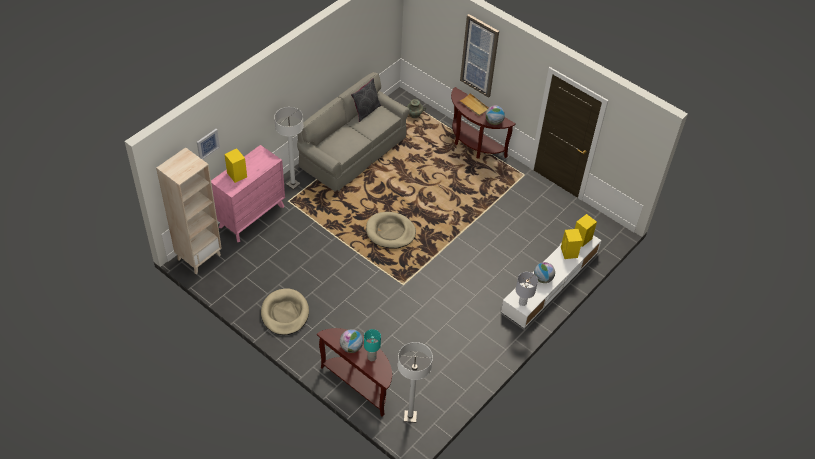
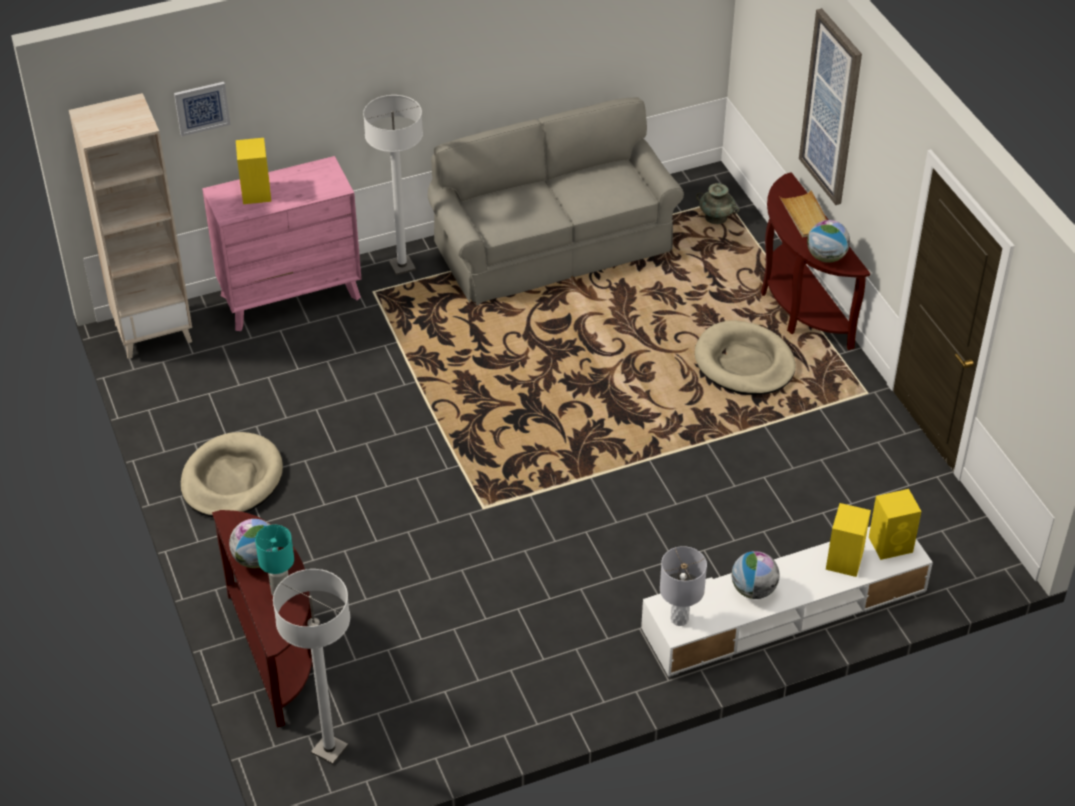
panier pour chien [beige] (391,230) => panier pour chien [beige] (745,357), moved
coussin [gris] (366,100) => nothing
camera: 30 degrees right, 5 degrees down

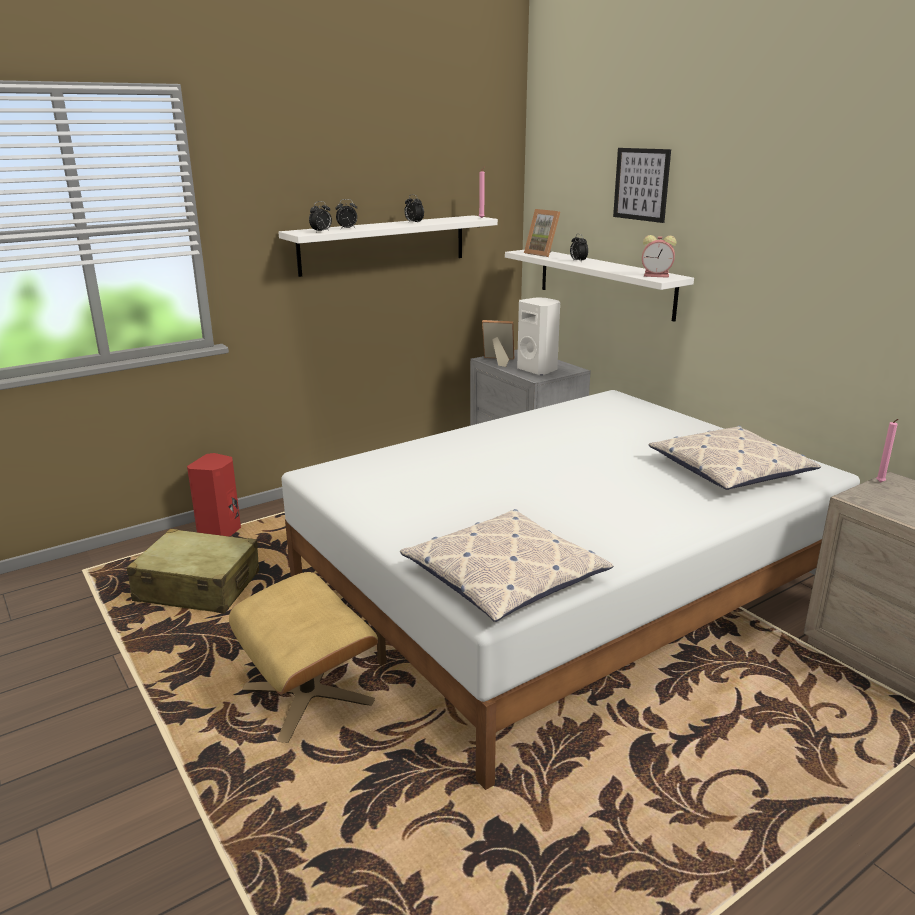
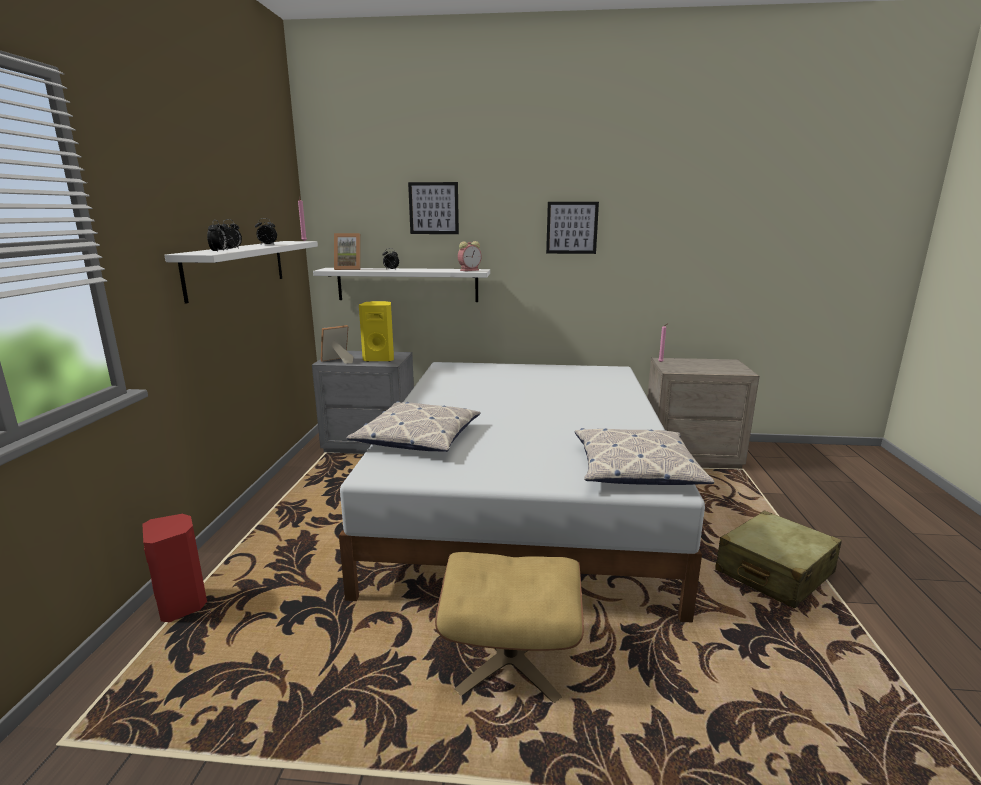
coussin (735,458) => coussin (413,426), moved
enceinte [blanc] (538,336) => enceinte [jaune] (376,331)
nothing => tableau (572,228)
valise [beige] (193,571) => valise [beige] (778,560), moved
camera: 50 degrees left, 5 degrees down

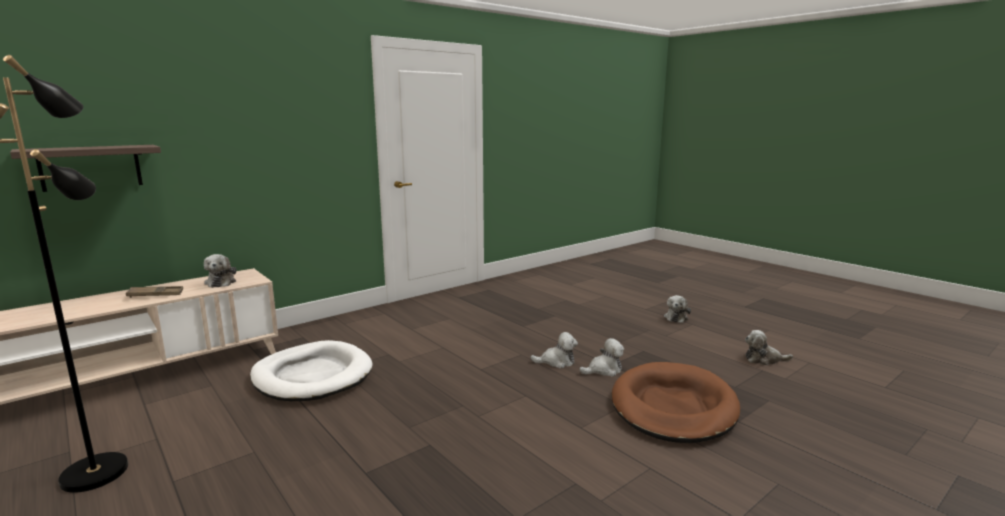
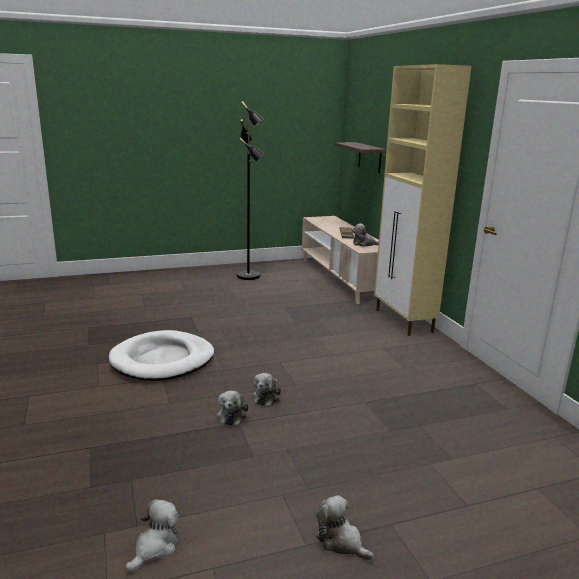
panier pour chien [blanc] (311,370) => panier pour chien [blanc] (161,355), moved
nothing => meuble de rangement [beige] (423,200)
panier pour chien [marron] (676,402) => nothing
camera: 110 degrees right, 5 degrees up

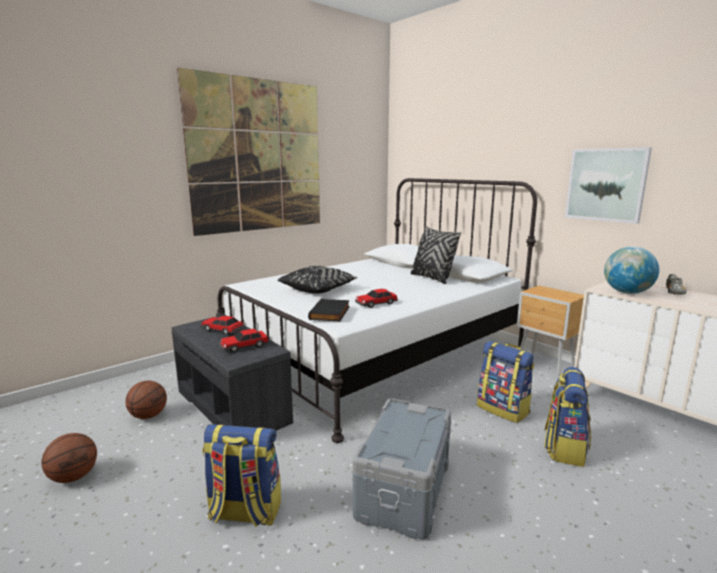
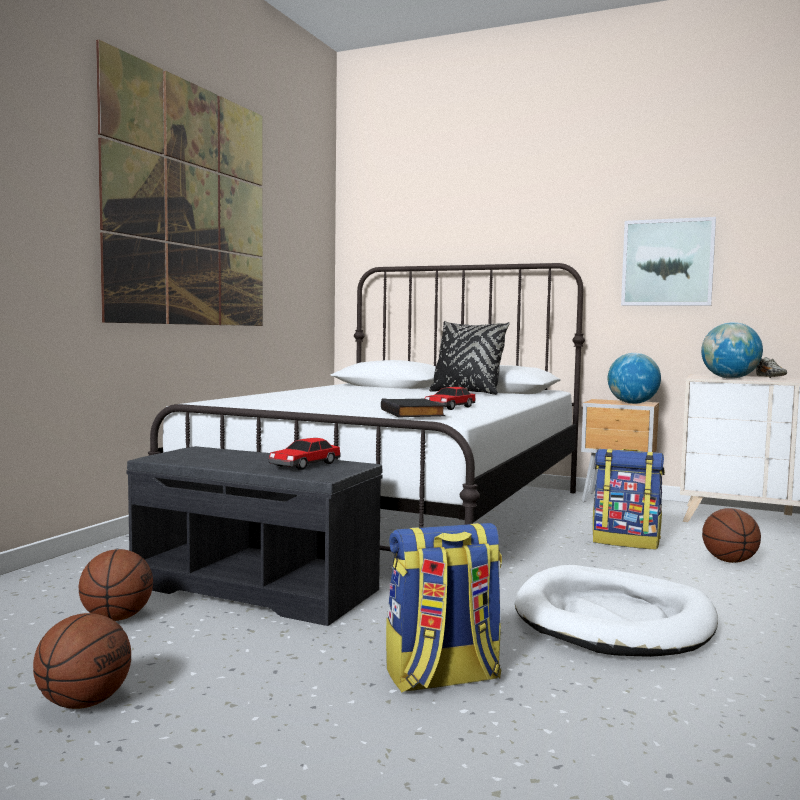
boîte de rangement [gris] (402,469) => panier pour chien [blanc] (616,611)
nothing => globe (634,378)
sac à dos (567,417) => ballon de basket (731,535)
petite voiture (222,325) => nothing
coussin [noir] (317,280) => nothing
camera: 25 degrees left, 10 degrees down

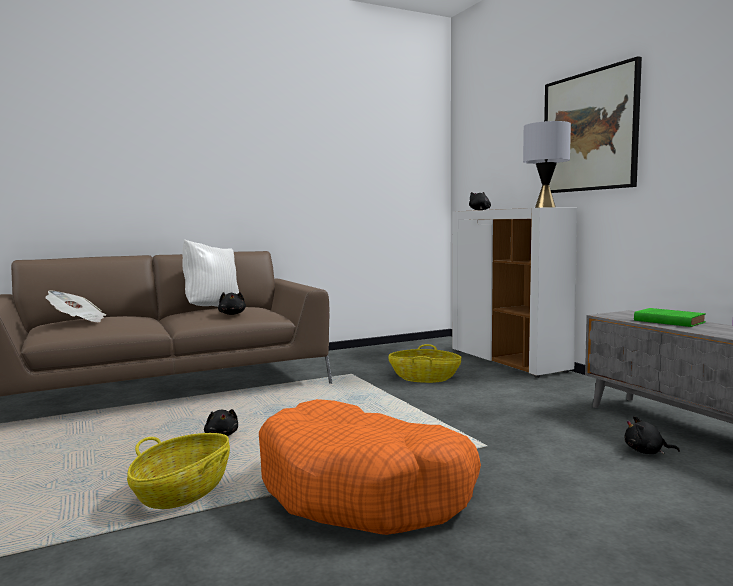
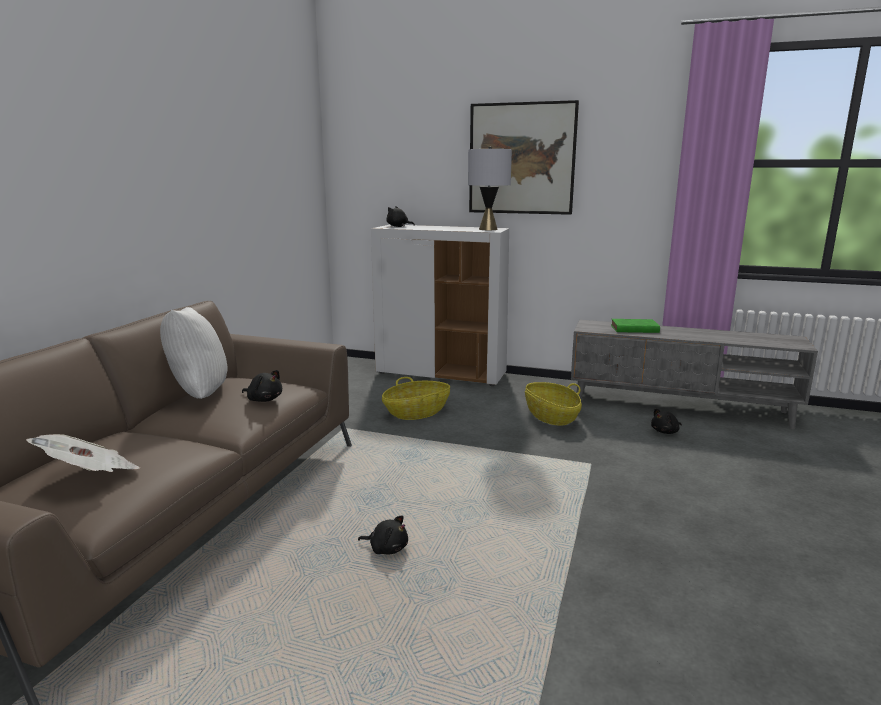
panier (178,471) => panier (553,403), moved
panier pour chien [orange] (370,467) => nothing
camera: 45 degrees left, 10 degrees up

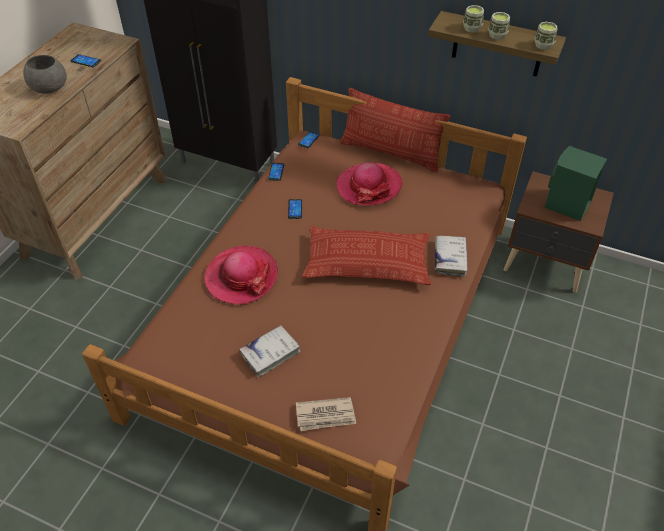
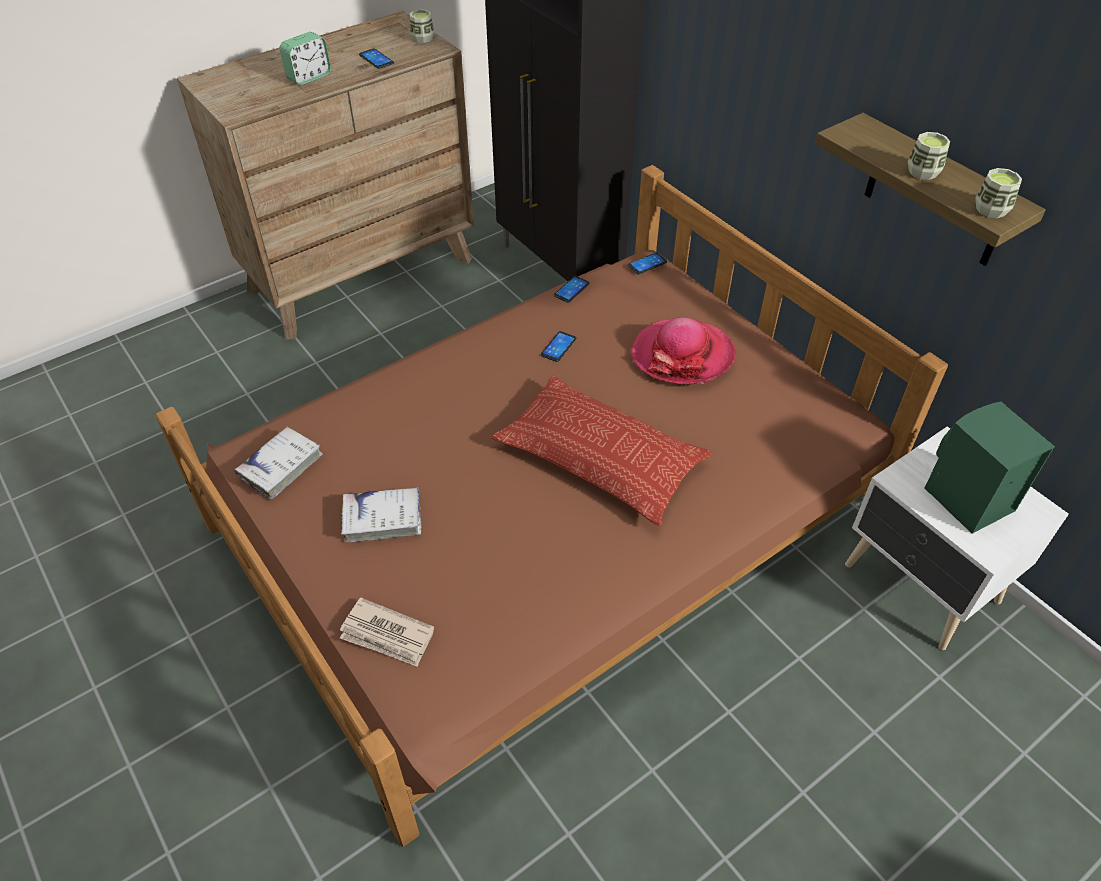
livre [blanc] (451,256) => livre [blanc] (279,463), moved
bol [gris] (45,74) => réveil (305,58)
tasse (473,19) => tasse (422,26), moved
table de chevet [marron] (558,232) => table de chevet [blanc] (957,538)
chapeau (241,275) => nothing
coussin (395,130) => nothing
camera: 30 degrees right, 0 degrees up

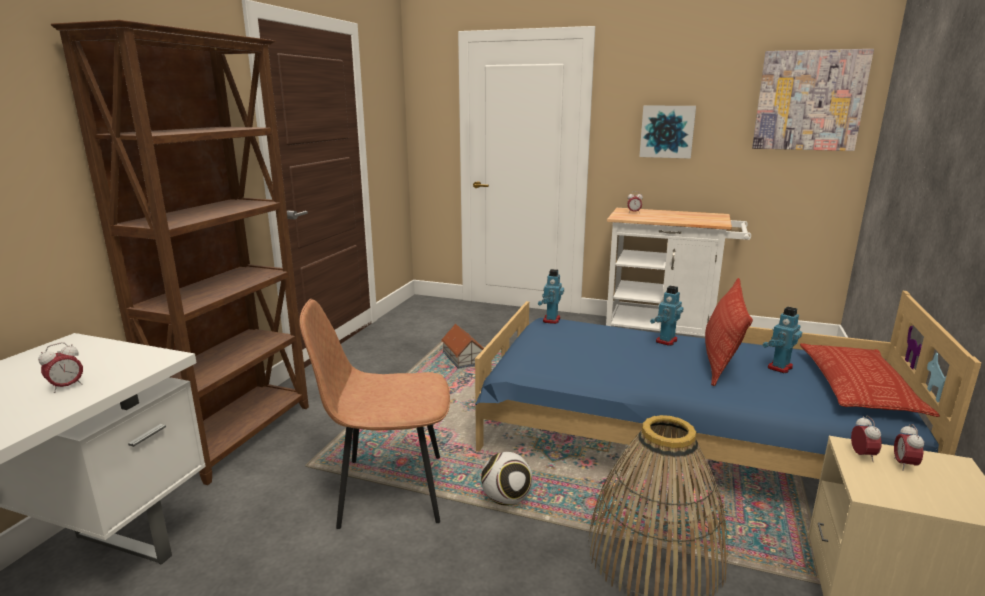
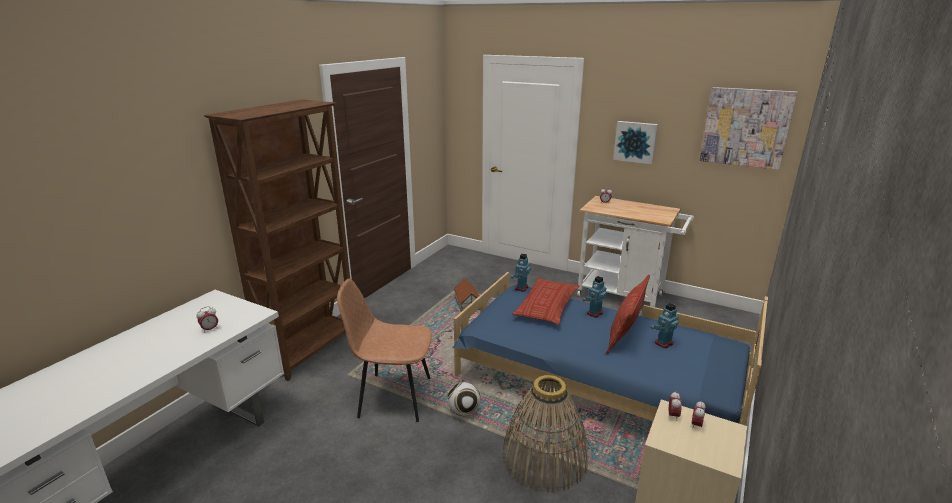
coussin (870,380) => coussin (546,301), moved
camera: 10 degrees right, 5 degrees up

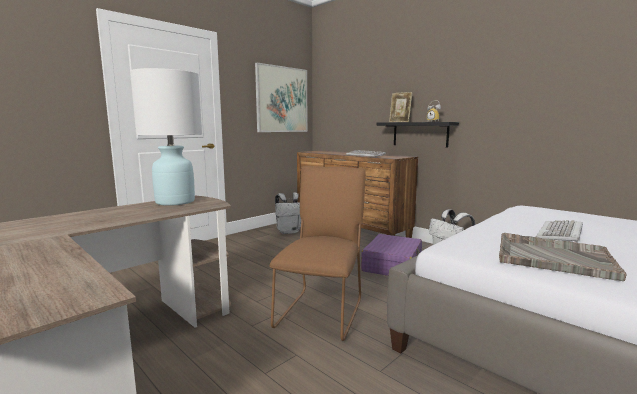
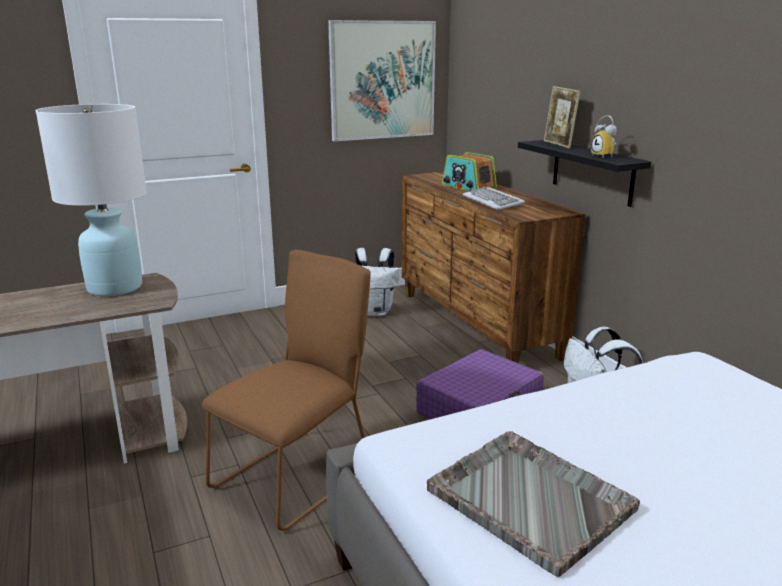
nothing => radio (469,171)
clavier (559,231) => nothing
camera: 20 degrees right, 10 degrees up

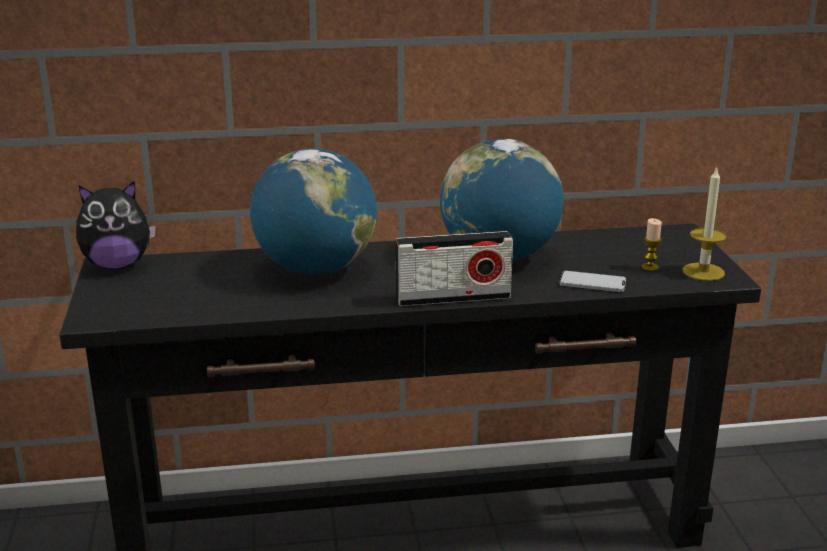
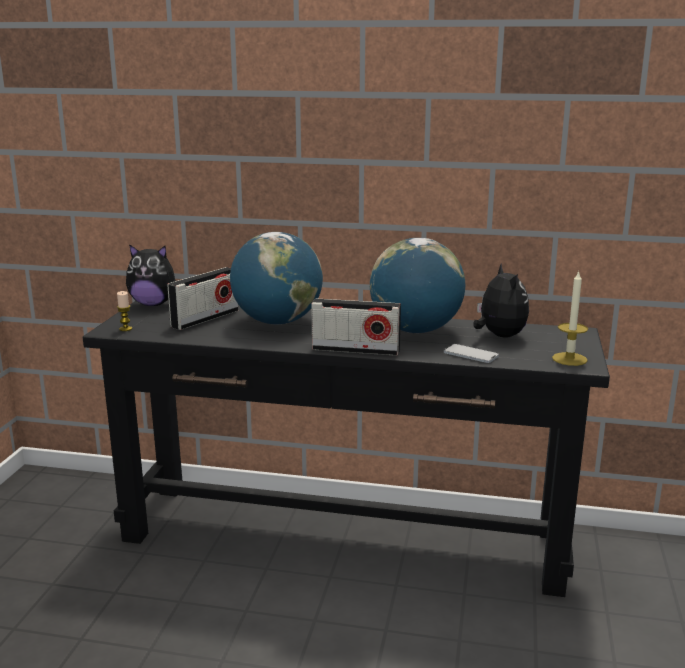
bougie (652,244) => bougie (124,311), moved
nothing => radio (202,298)
nothing => peluche (501,300)
camera: 20 degrees right, 5 degrees down

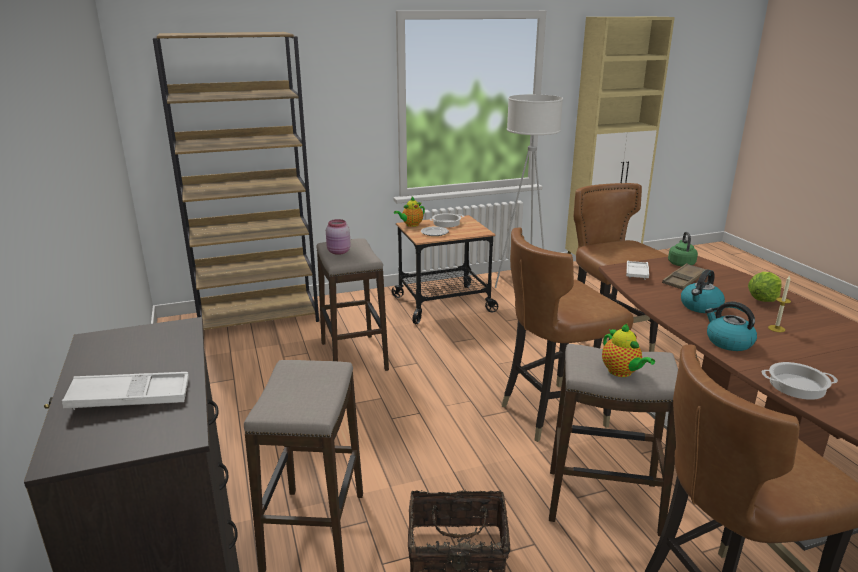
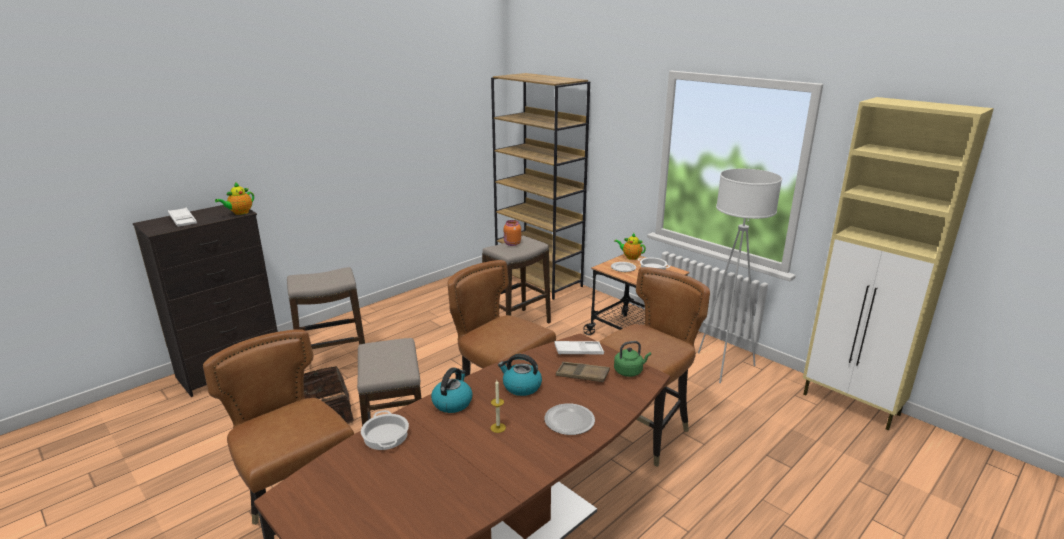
théière (628,350) => théière (234,198), moved
bocal [rose] (338,237) => bocal [orange] (512,233)
laitue (765,287) => assiette (569,419)
camera: 65 degrees right, 0 degrees up

